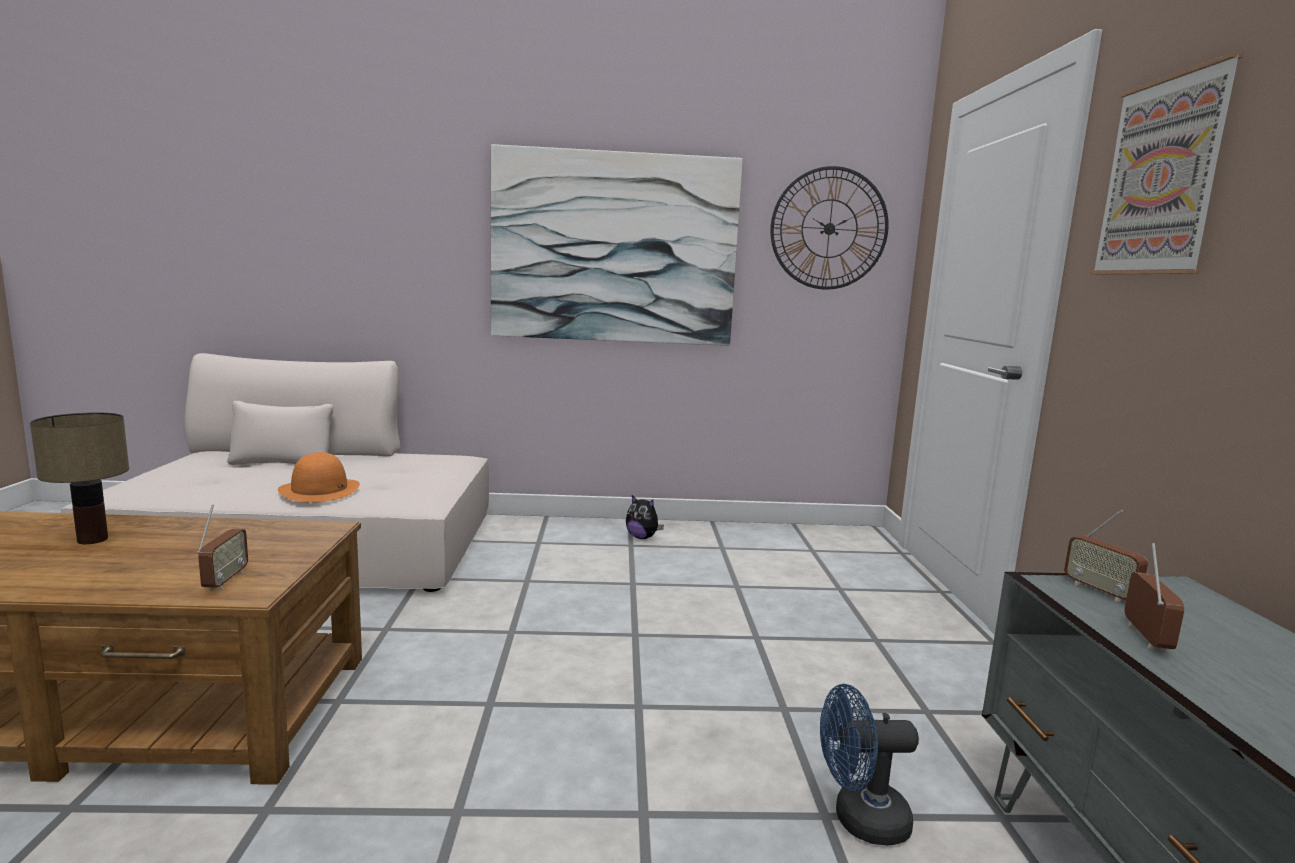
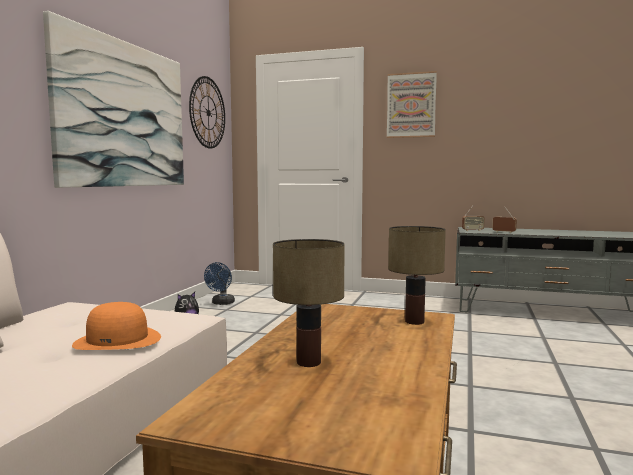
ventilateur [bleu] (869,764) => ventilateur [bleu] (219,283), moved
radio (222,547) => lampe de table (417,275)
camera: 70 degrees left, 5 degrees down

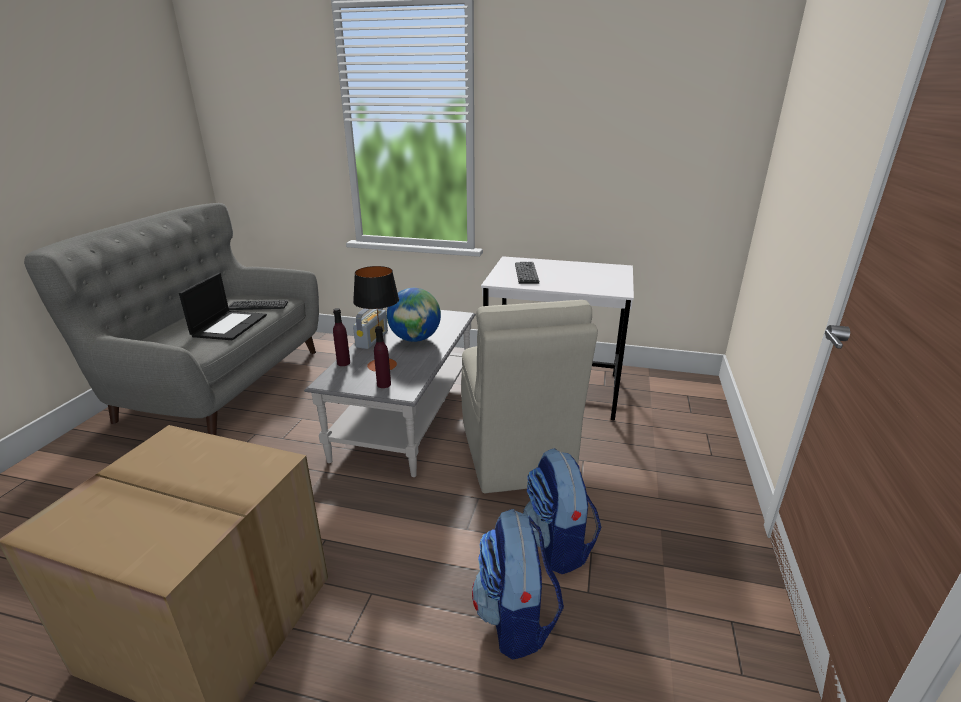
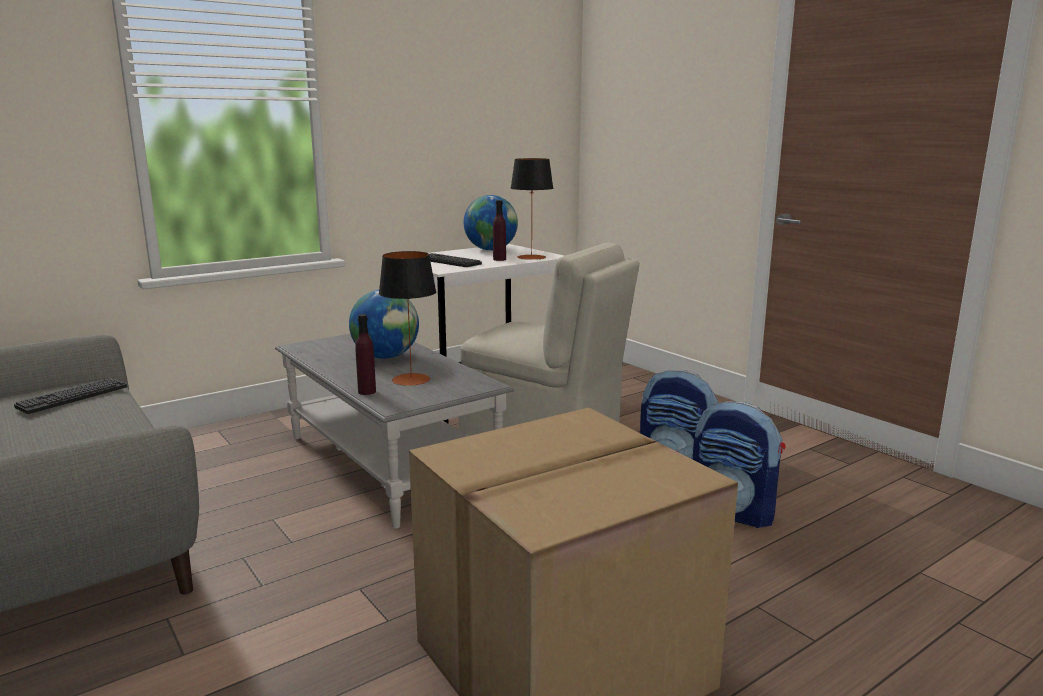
nothing => globe (491,222)
bouteille [violet] (382,357) => bouteille [violet] (499,230), moved
nothing => lampe de table (532,209)
ordinateur portable (223,306) => nothing
radio (370,328) => nothing
camera: 50 degrees left, 10 degrees down

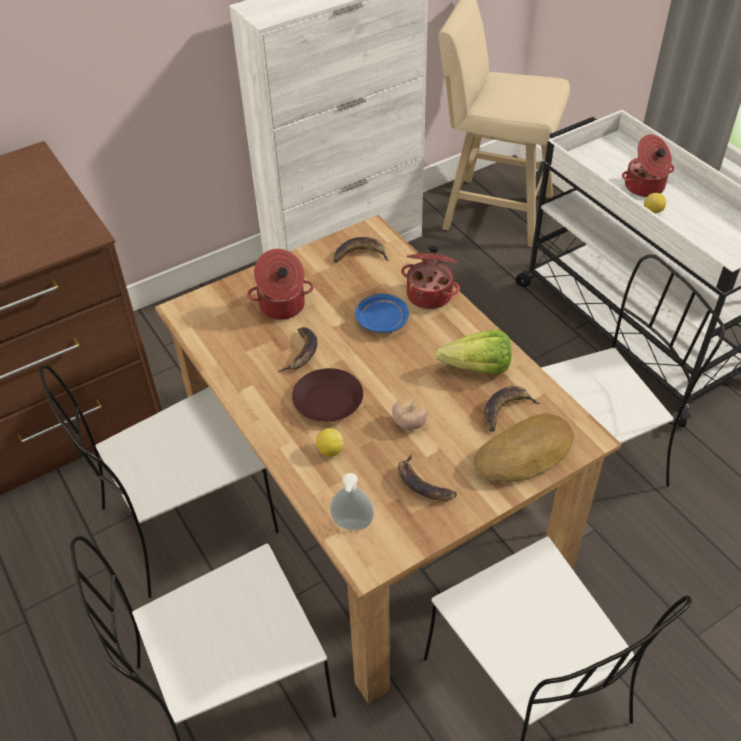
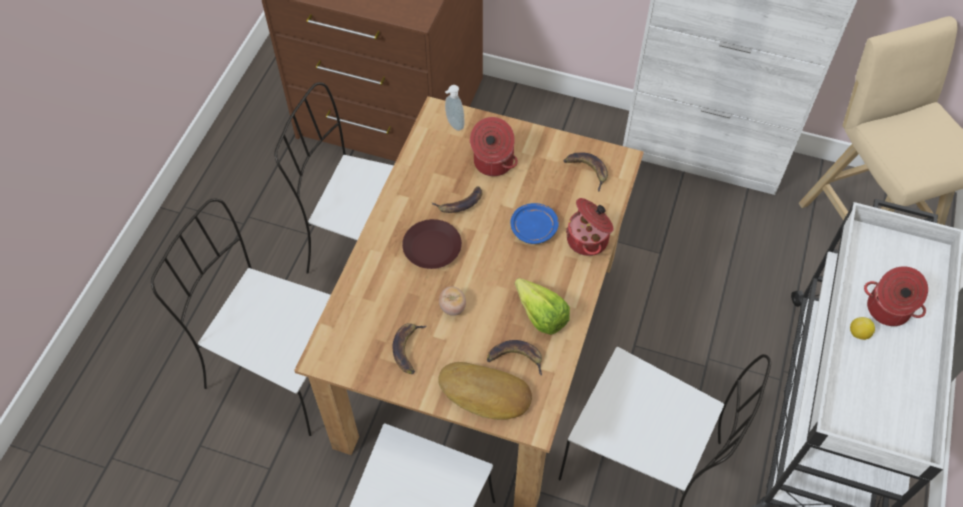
distributeur de savon (352,501) => distributeur de savon (454,108), moved
citron (330,442) => nothing
camera: 50 degrees right, 10 degrees up

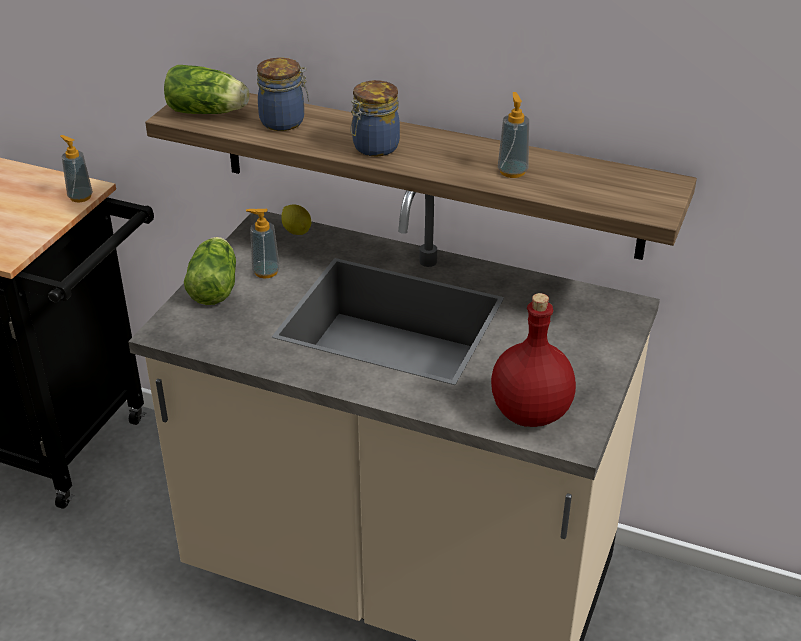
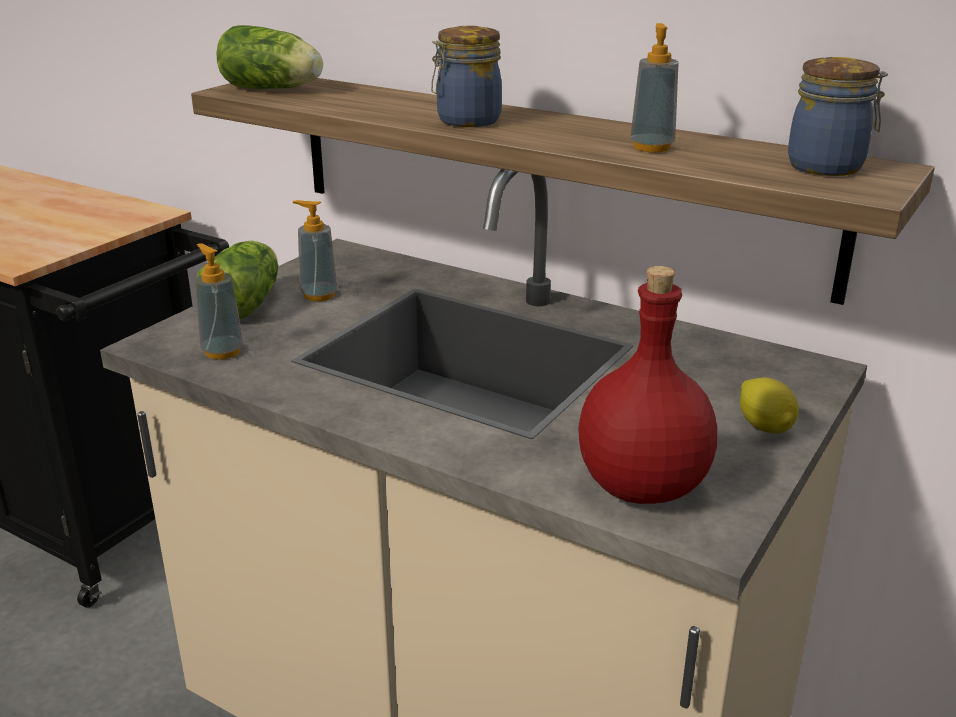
distributeur de savon (76,168) => distributeur de savon (219,301), moved
citron (296,219) => citron (769,405), moved
bocal (283,94) => bocal (838,116), moved
camera: 10 degrees right, 10 degrees down

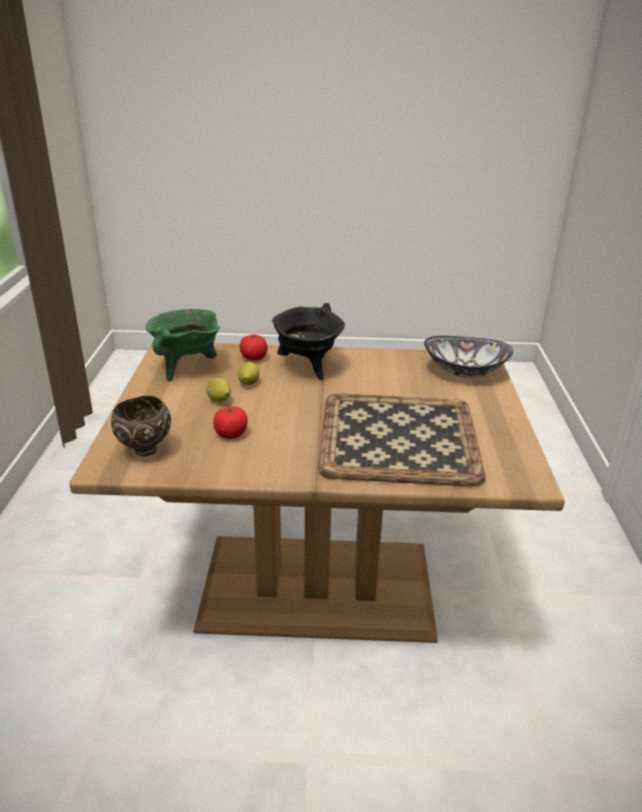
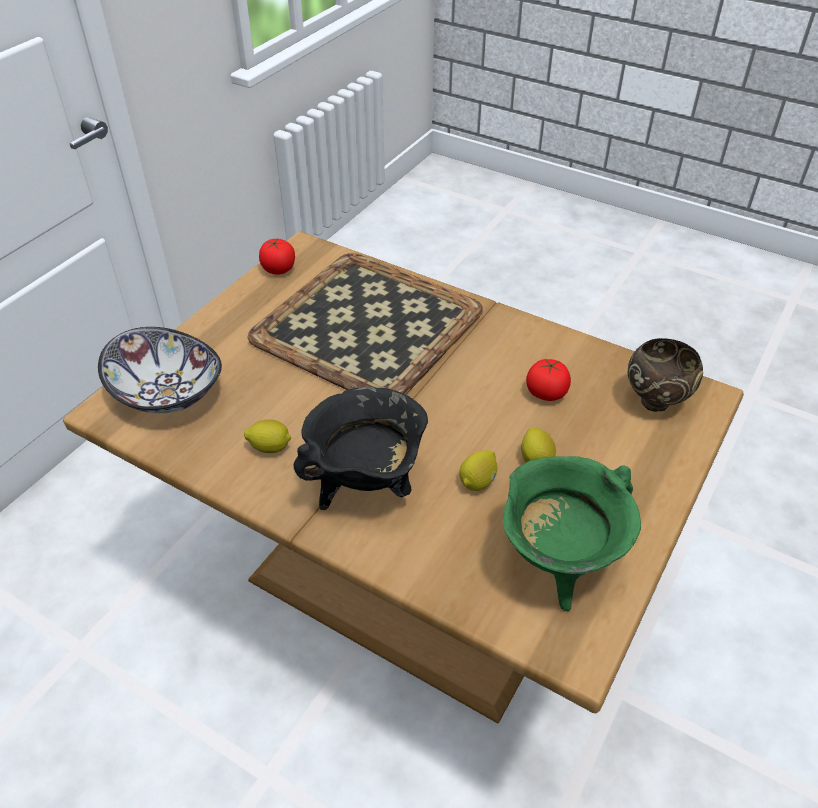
nothing => citron (267,436)
tomate (254,347) => tomate (277,257), moved
camera: 150 degrees left, 15 degrees up

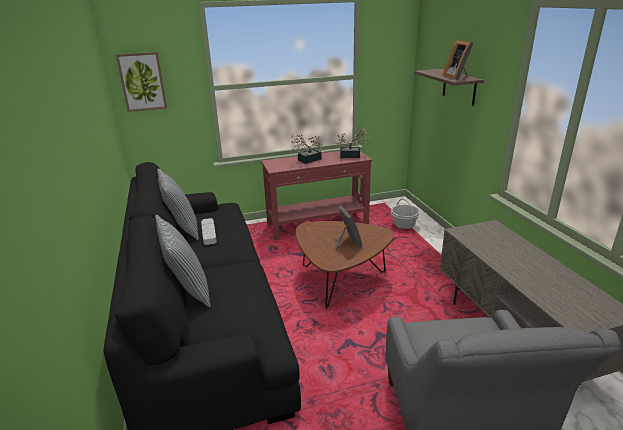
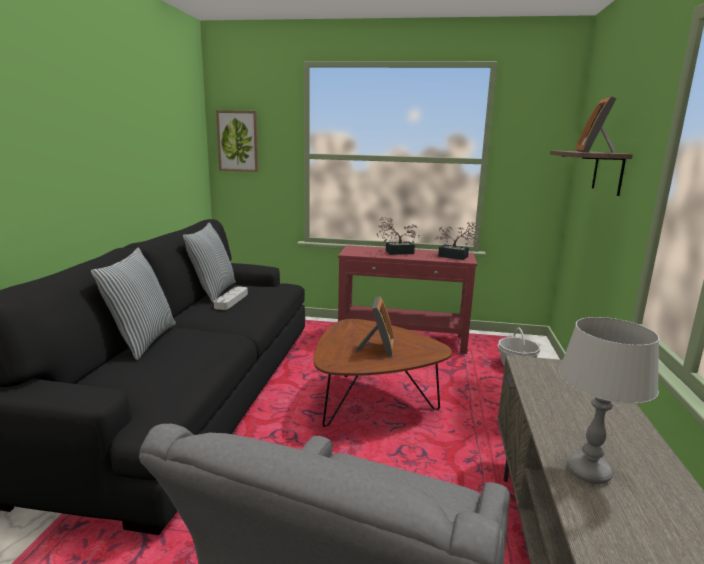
nothing => lampe de table [gris] (608,400)
camera: 25 degrees right, 10 degrees down

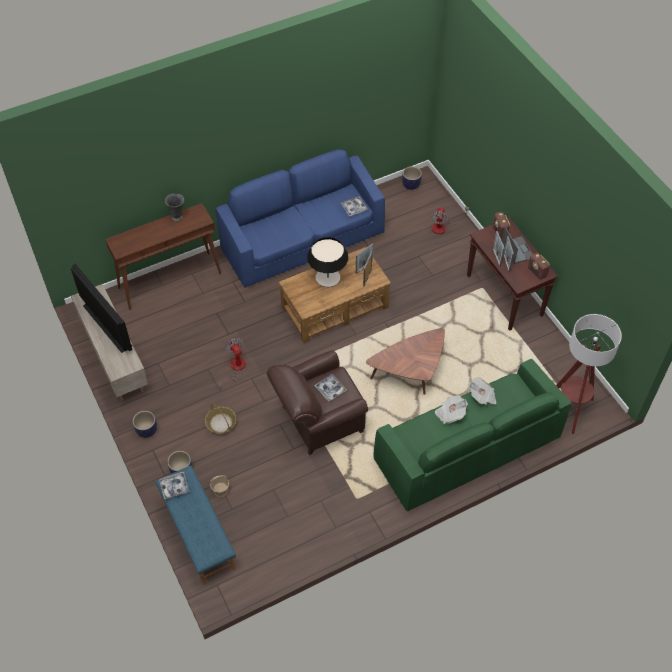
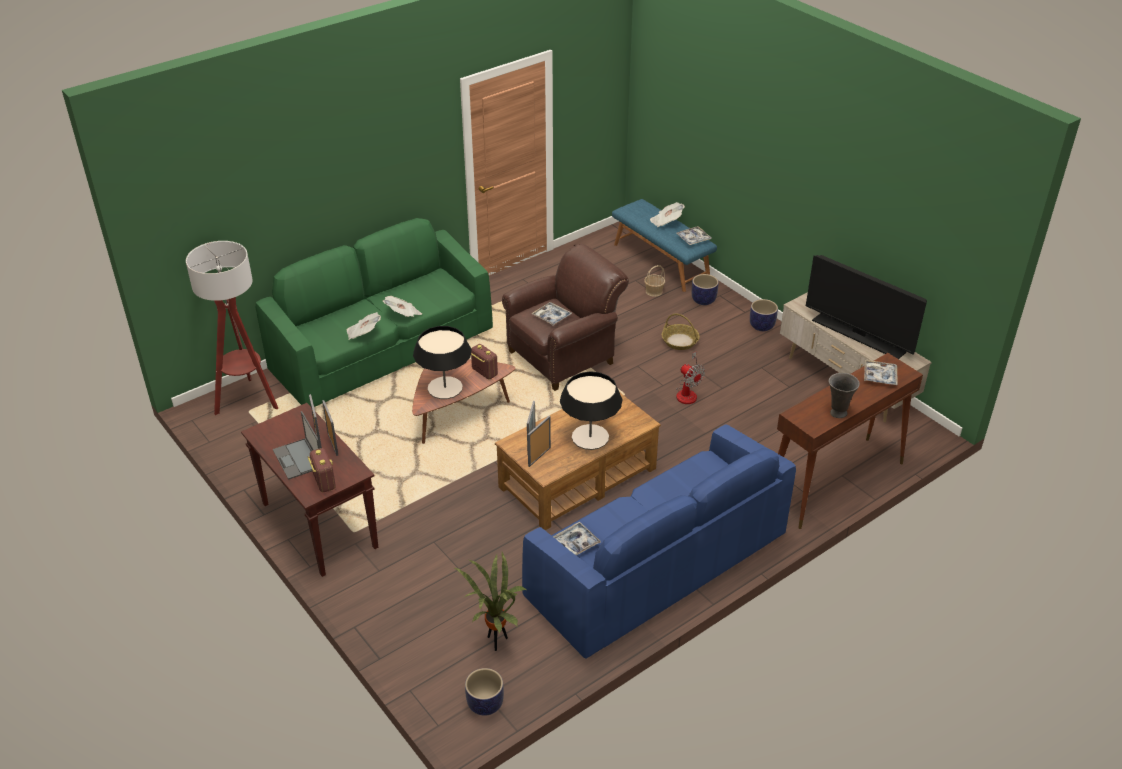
nothing => lampe de table (442,362)
nothing => plante en pot (490,601)
radio (539,266) => radio (484,361), moved
nothing => journal (667,214)
nothing => plateau (880,372)
ventilateur (450,220) => nothing
camera: 170 degrees right, 15 degrees down

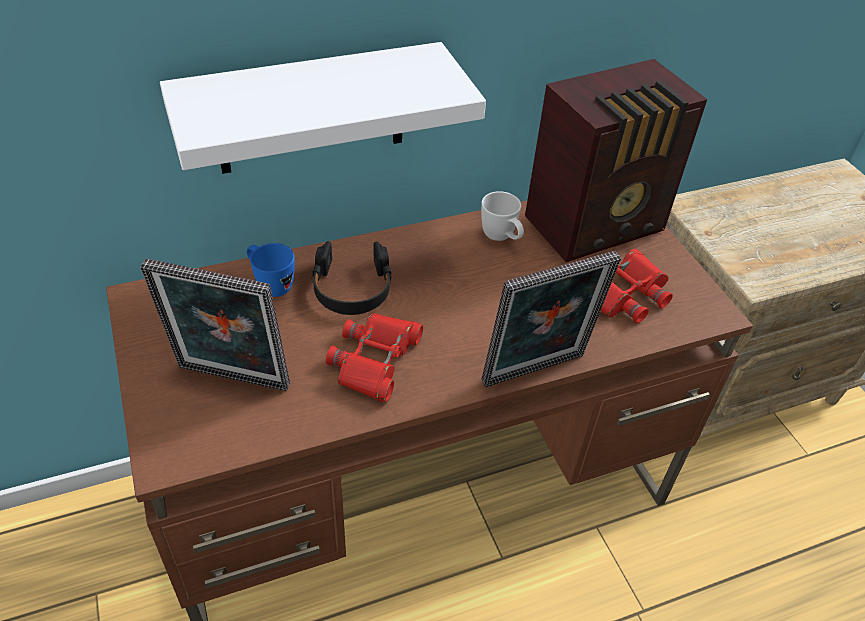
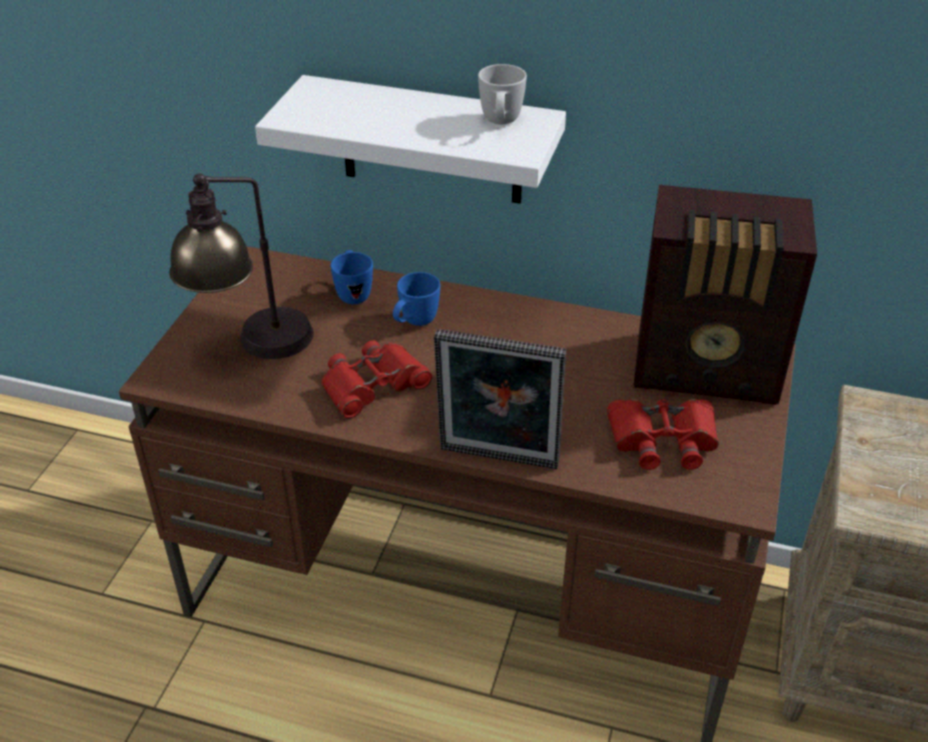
cadre photo (215,325) => lampe de table (241,266)
casque audio [noir] (351,278) => mug [bleu] (416,299)
mug [blanc] (502,216) => mug [blanc] (502,94), moved
camera: 40 degrees right, 5 degrees down

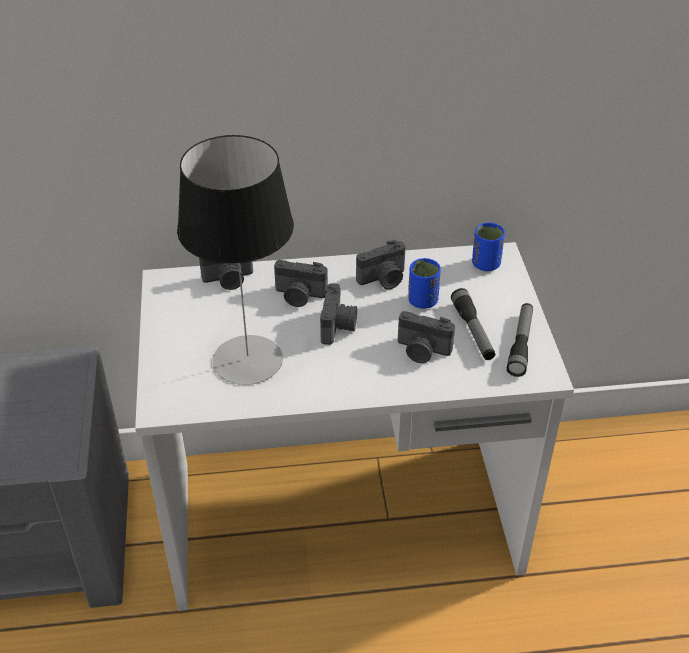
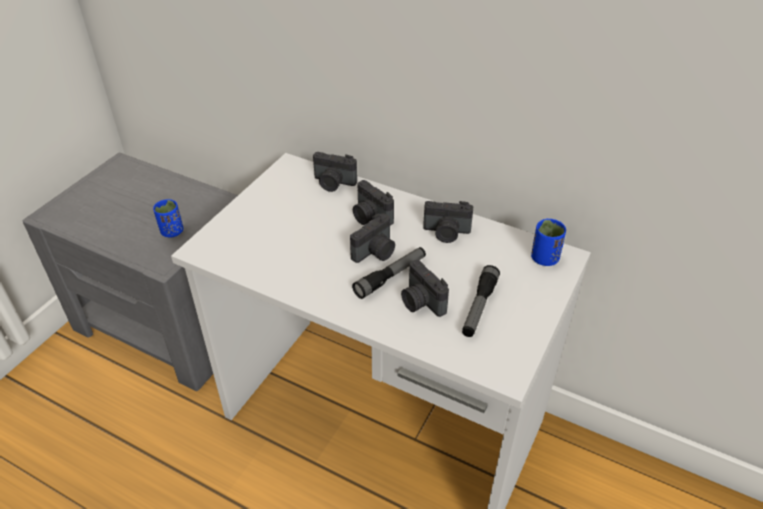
tasse [bleu] (424,283) => tasse [bleu] (168,218), moved
lampe de poche (520,340) => lampe de poche (389,273), moved
lampe de table (235,260) => nothing
camera: 35 degrees right, 0 degrees up

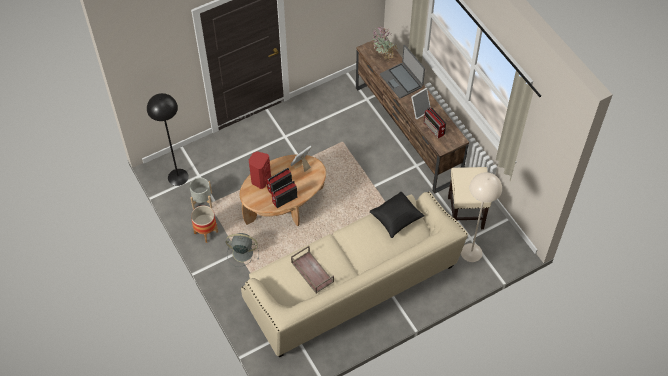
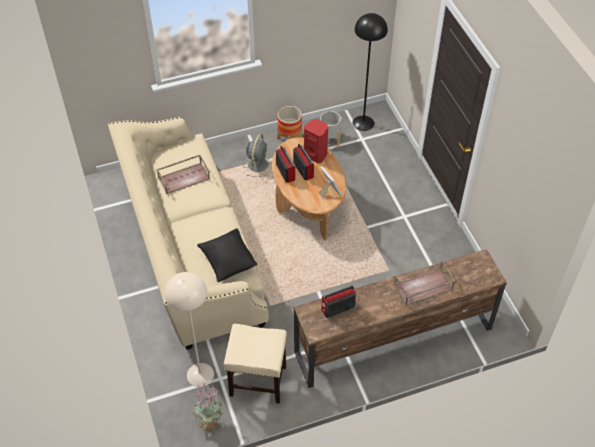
plante en pot (385,44) => plante en pot (208,407), moved
ordinateur portable (402,71) => plateau [marron] (424,283)
cadre photo (421,104) => nothing
camera: 100 degrees right, 5 degrees down

